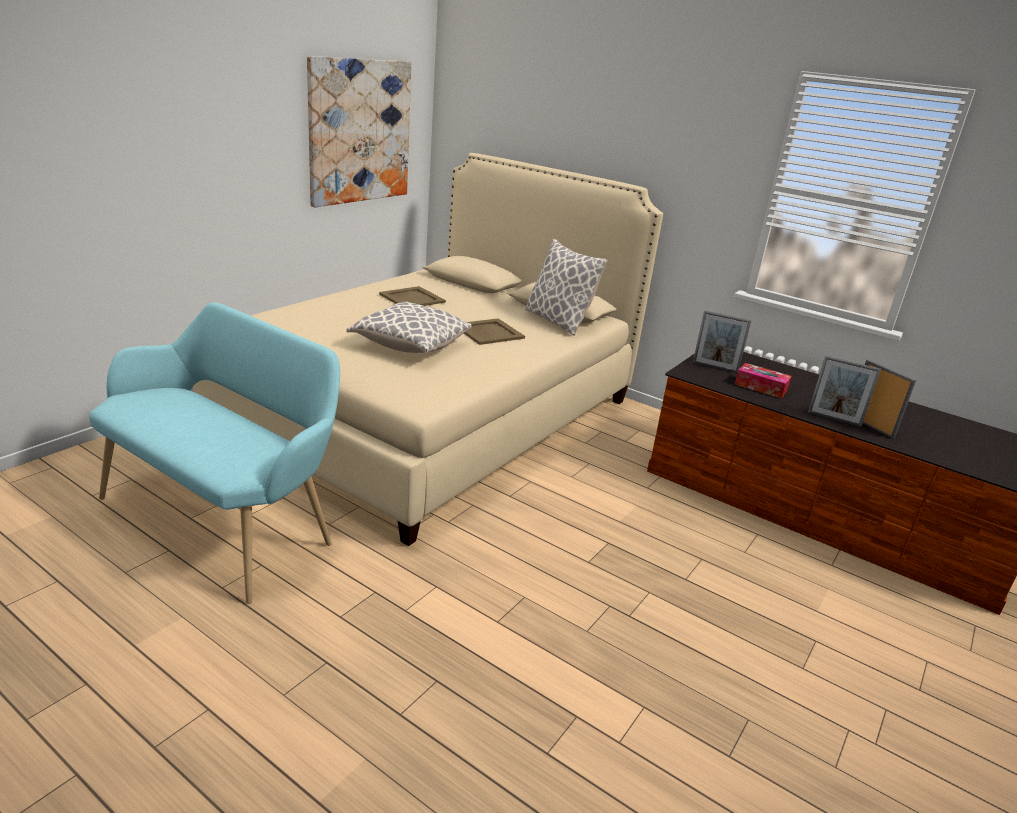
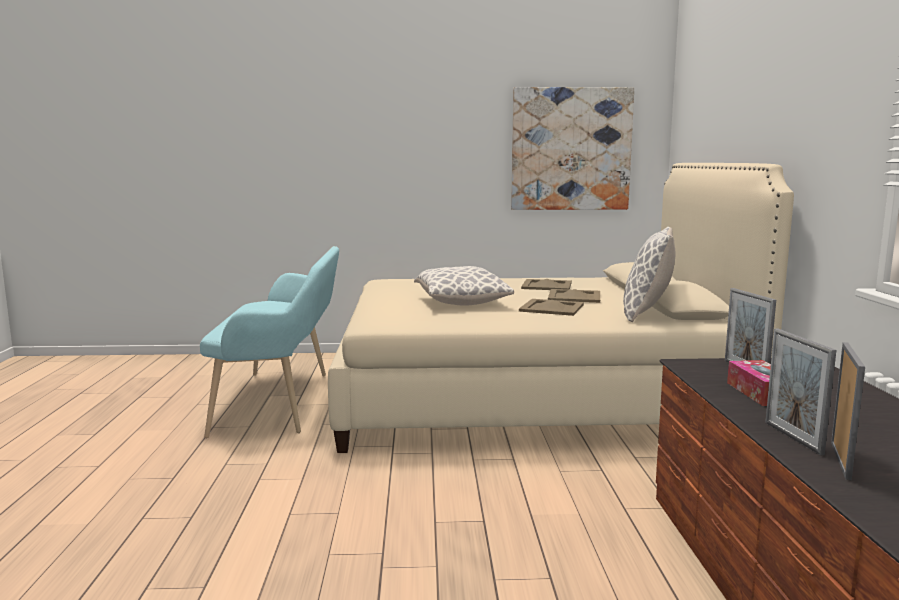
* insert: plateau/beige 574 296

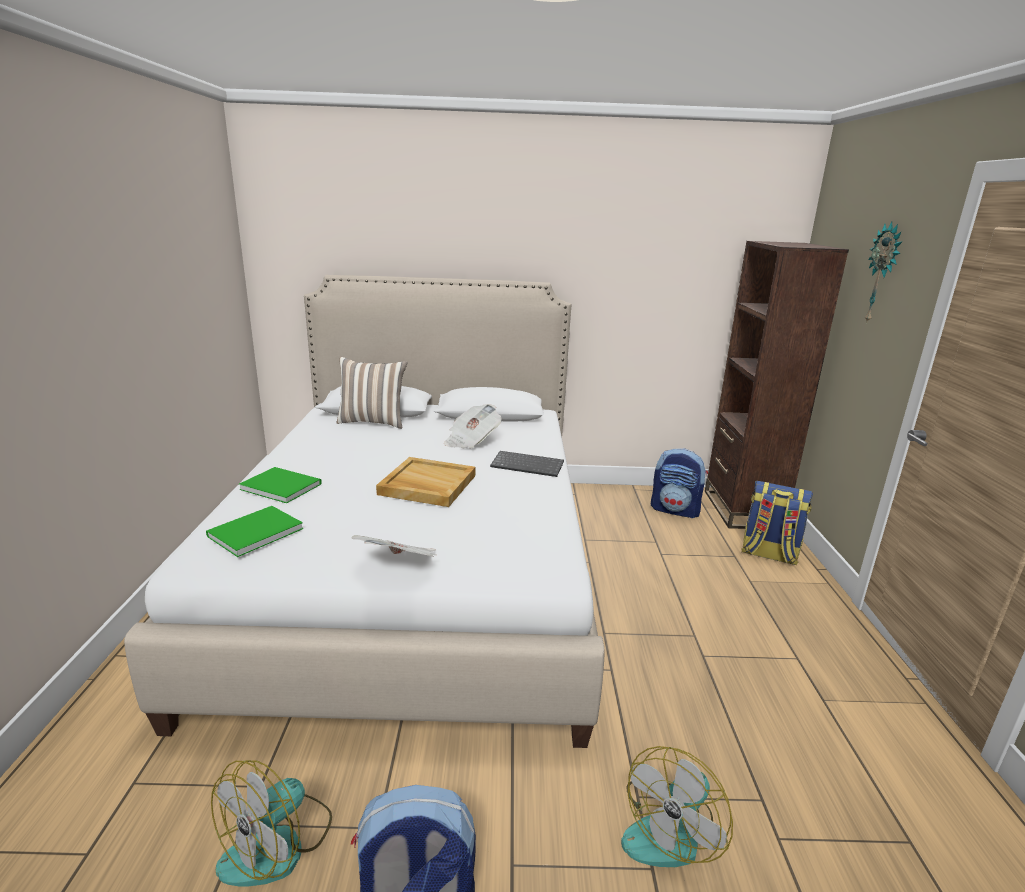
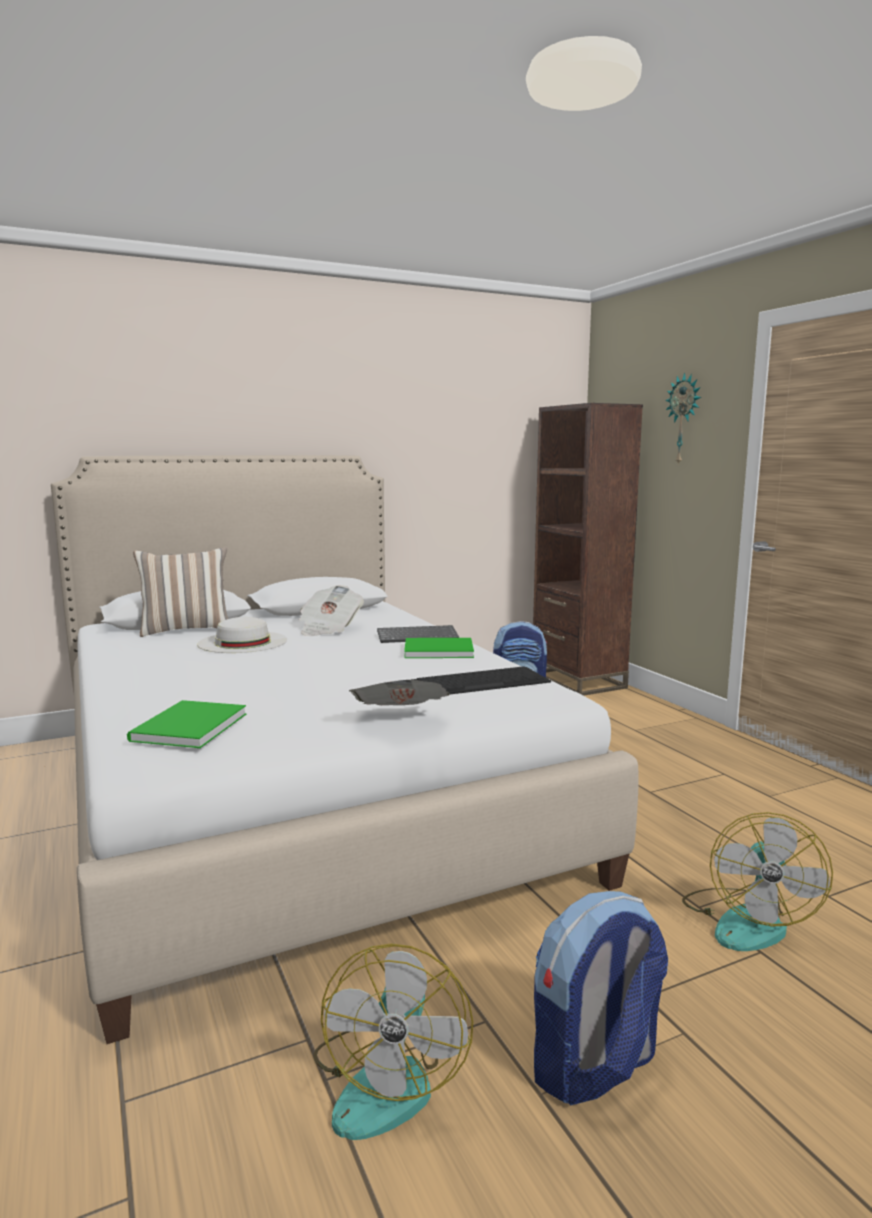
* delete: plateau/beige 426 485
* delete: sac à dos 768 554
* insert: chapeau/blanc 243 642
* insert: clavier 481 681
* move: livre/vert 280 485 to 436 650

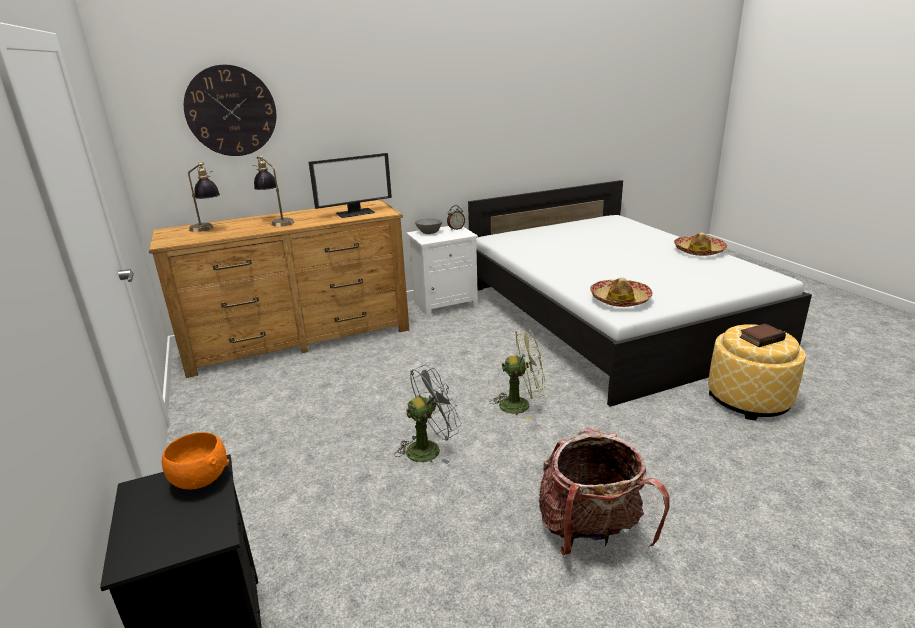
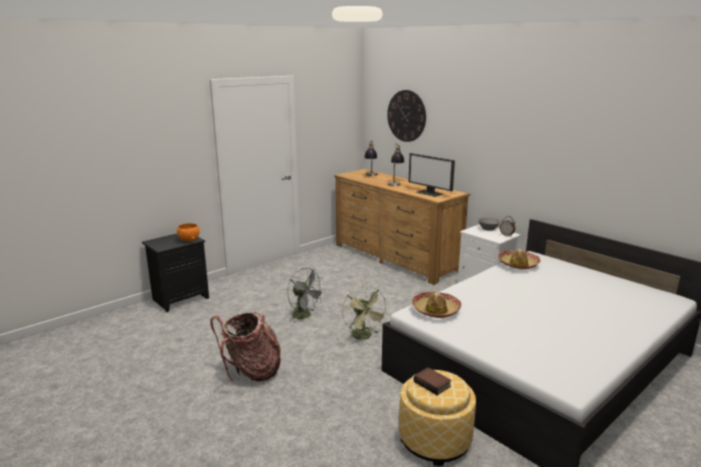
* move: chapeau 698 251 to 518 264

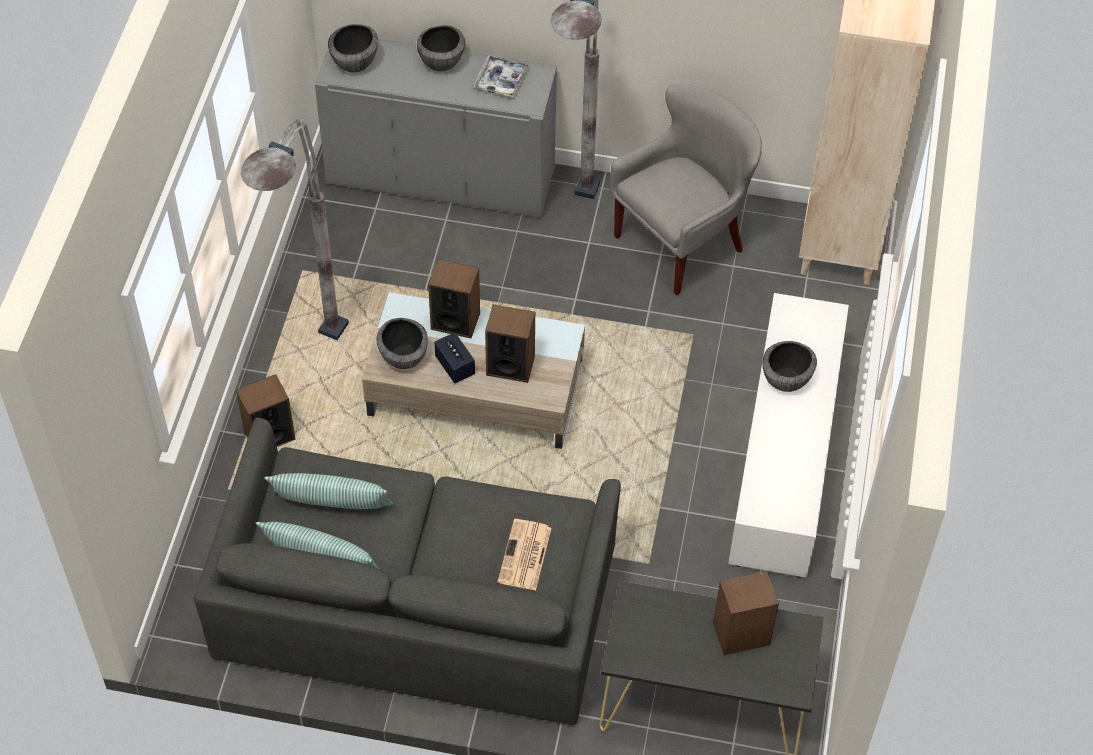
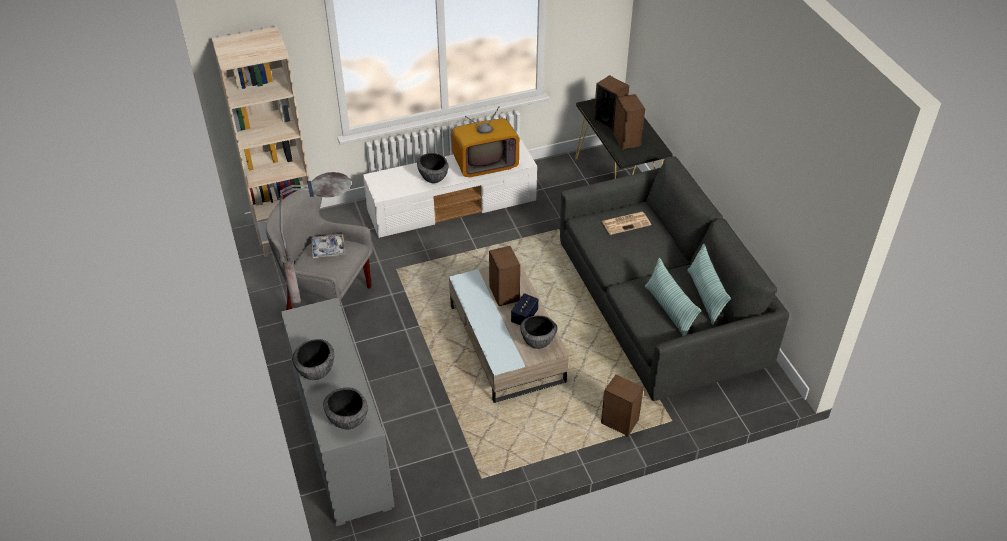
* delete: lampadaire/gris 309 364
* insert: téléviseur 485 163
* move: enceinte 455 321 to 626 140
* move: plateau 501 80 to 328 249

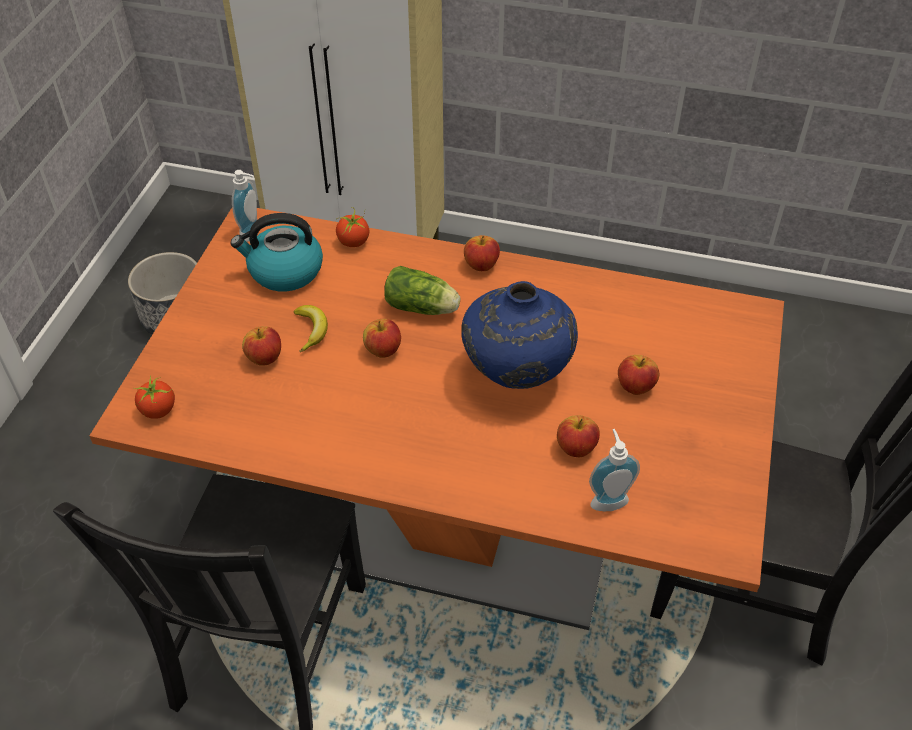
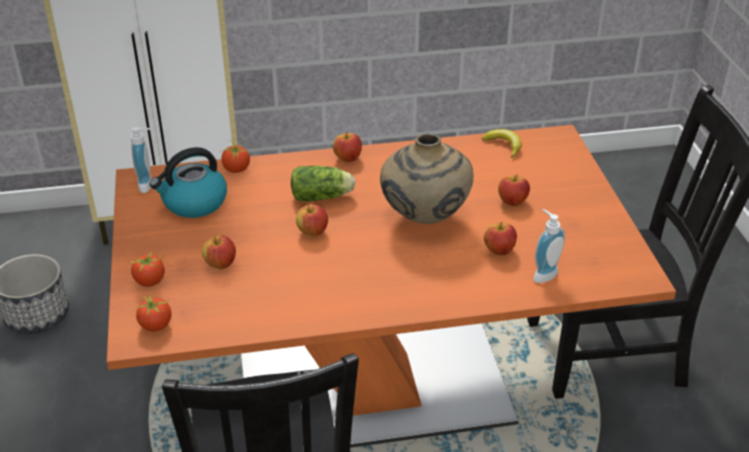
* insert: tomate 150 281
* move: banane 311 330 to 504 146
* recolor: vase/bleu 516 376 to vase/beige 424 219

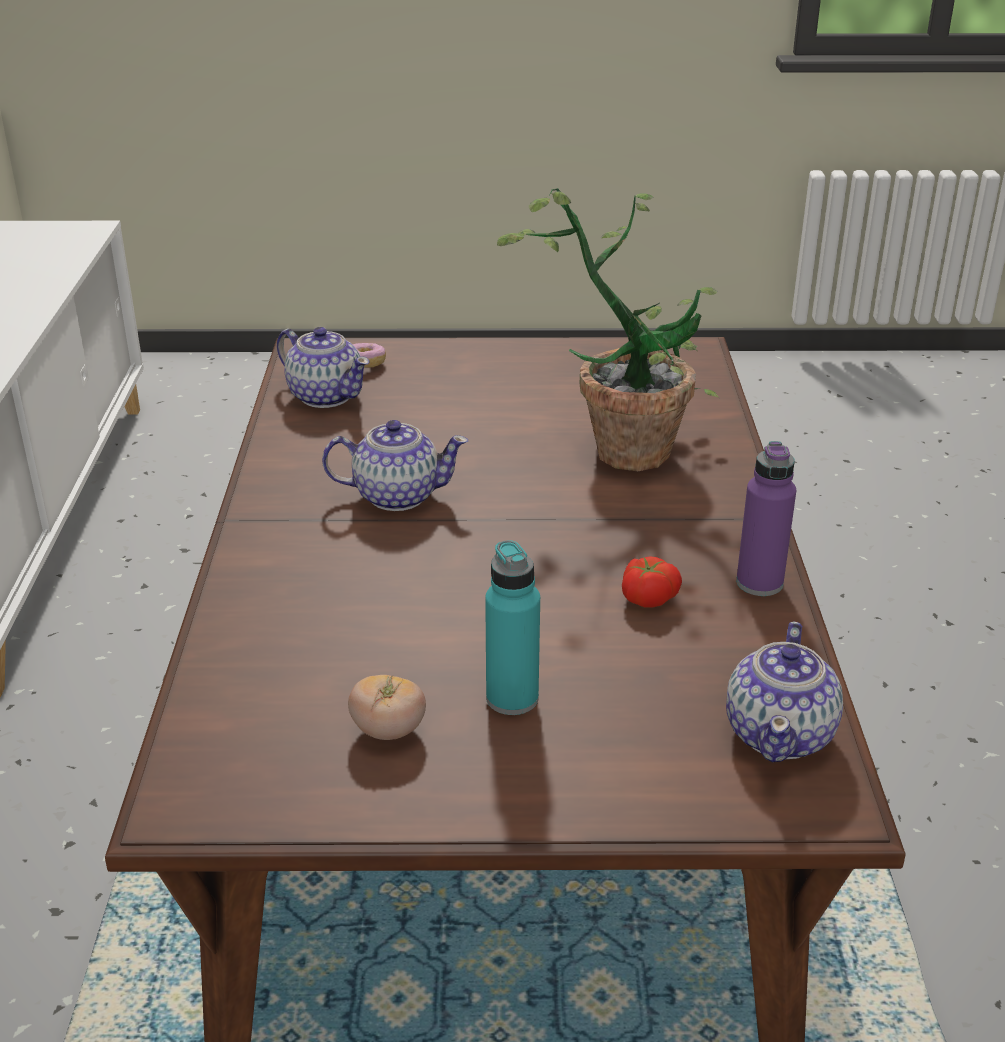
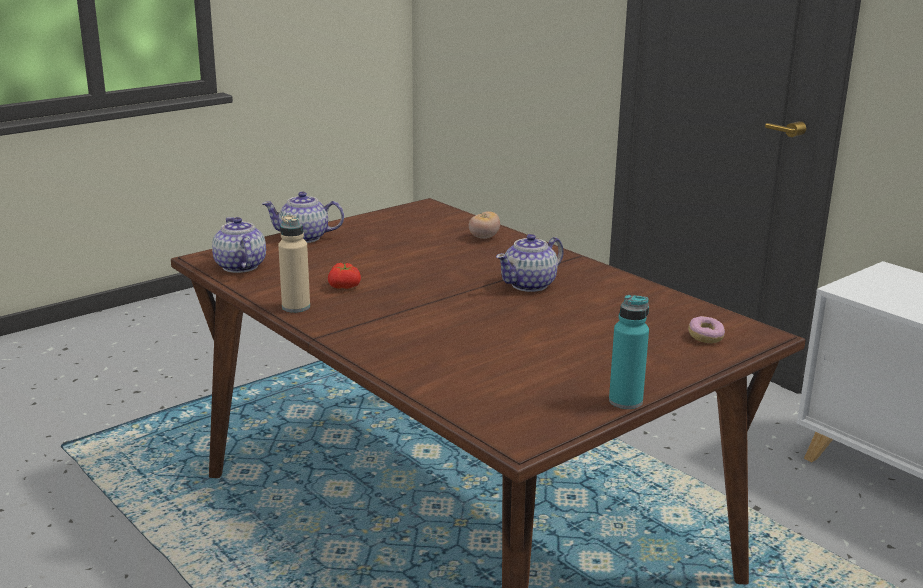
* delete: plante en pot 624 443
* move: théière 325 396 to 304 238
* move: tomate 388 730 to 484 237
* move: bouteille/turquoise 512 698 to 625 401
* recolor: bouteille/violet 759 583 to bouteille/beige 296 307

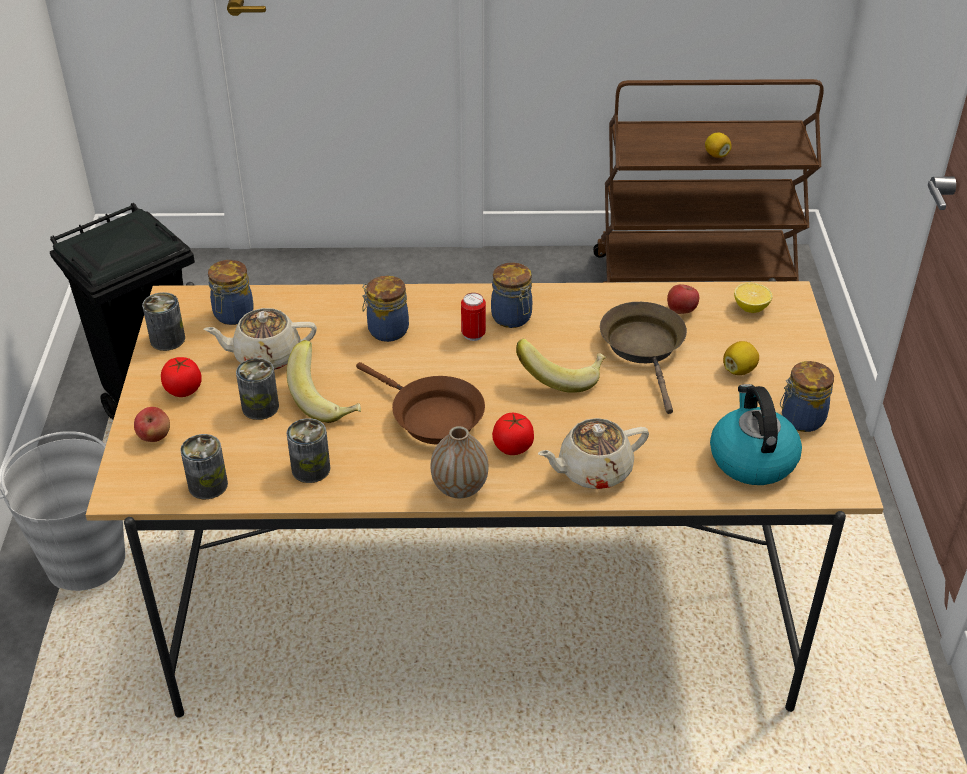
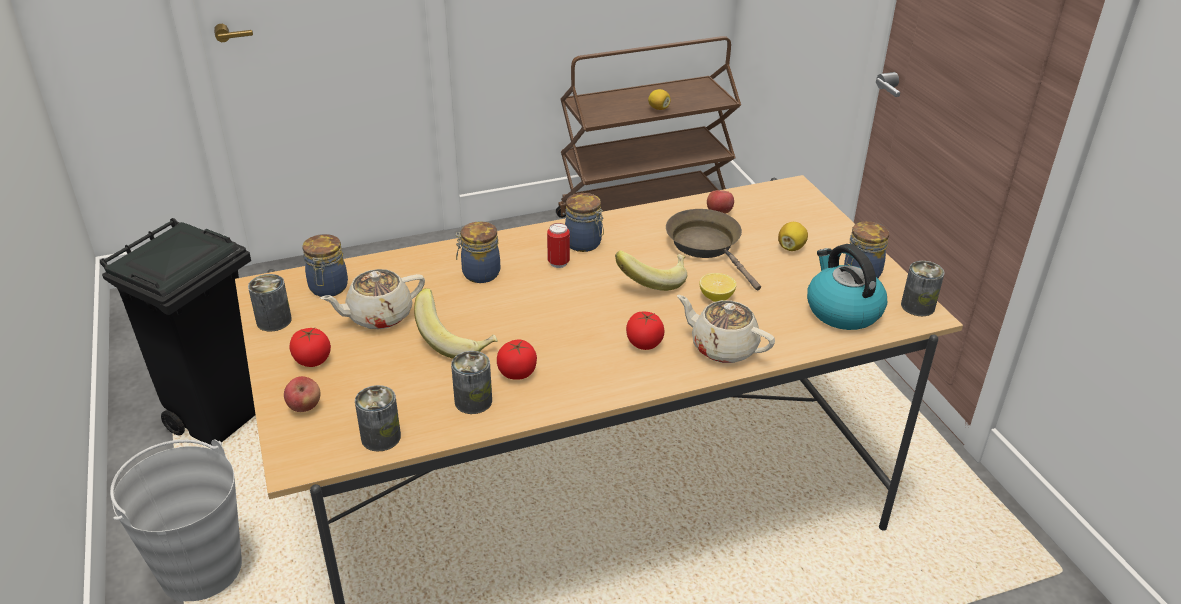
* delete: poêle/marron 431 417
* delete: vase 459 488
* insert: tomate 517 372
* move: boîte métallique 260 407 to 917 306
* move: citron 750 307 to 716 297
* rotate: théière/beige 593 471 = 722 347 75 degrees clockwise

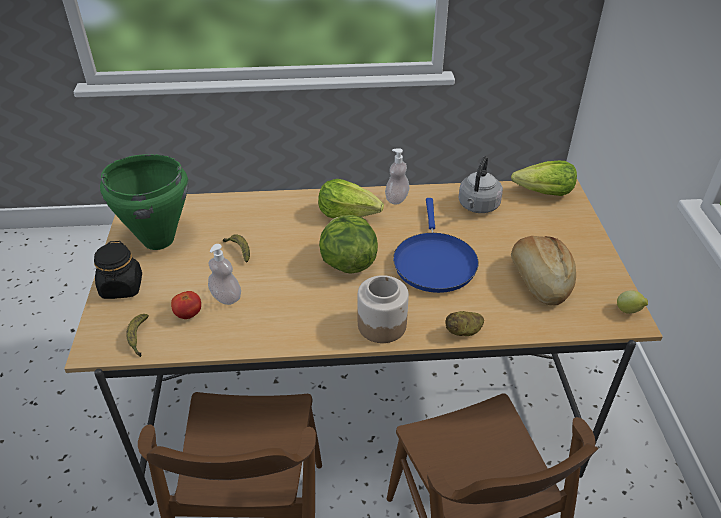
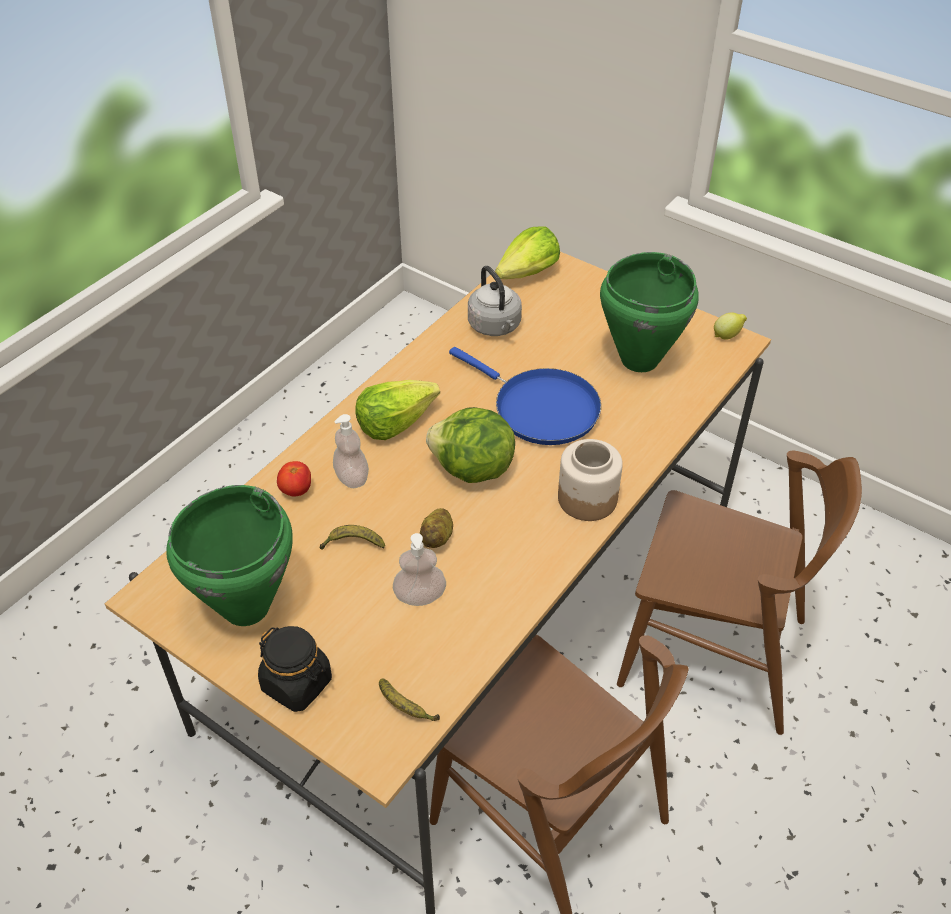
* move: tomate 188 314 to 296 490
* move: distributeur de savon 396 199 to 352 478
* move: pomme de terre 464 331 to 438 537
* replace: pain 538 281 to marmite/vert 638 360

